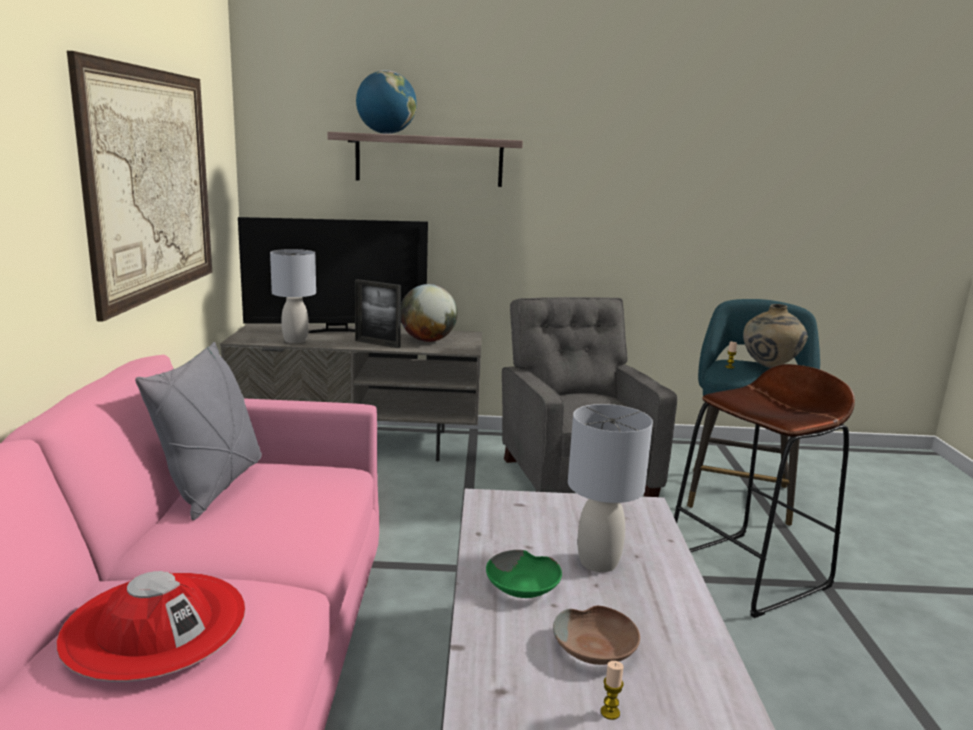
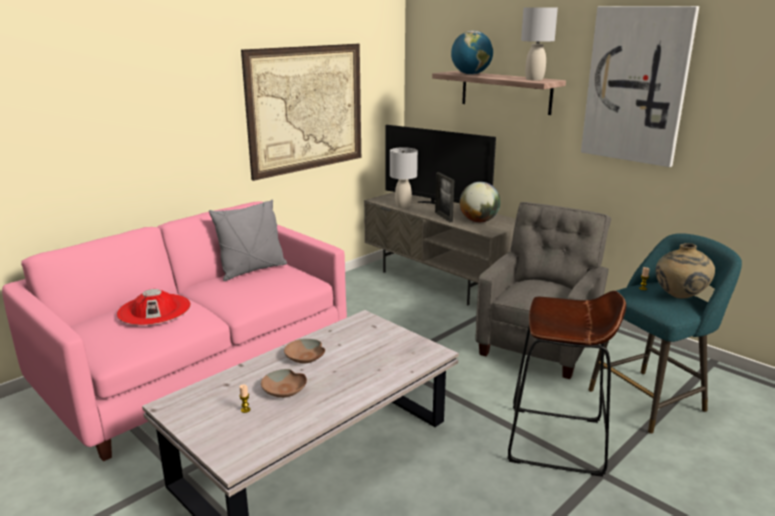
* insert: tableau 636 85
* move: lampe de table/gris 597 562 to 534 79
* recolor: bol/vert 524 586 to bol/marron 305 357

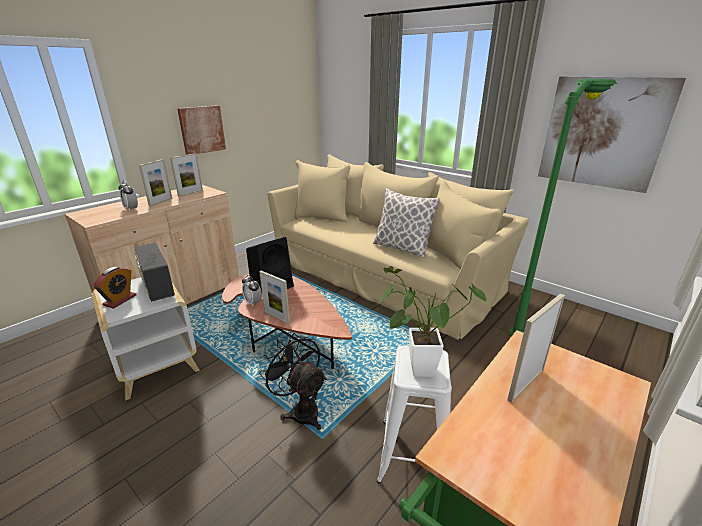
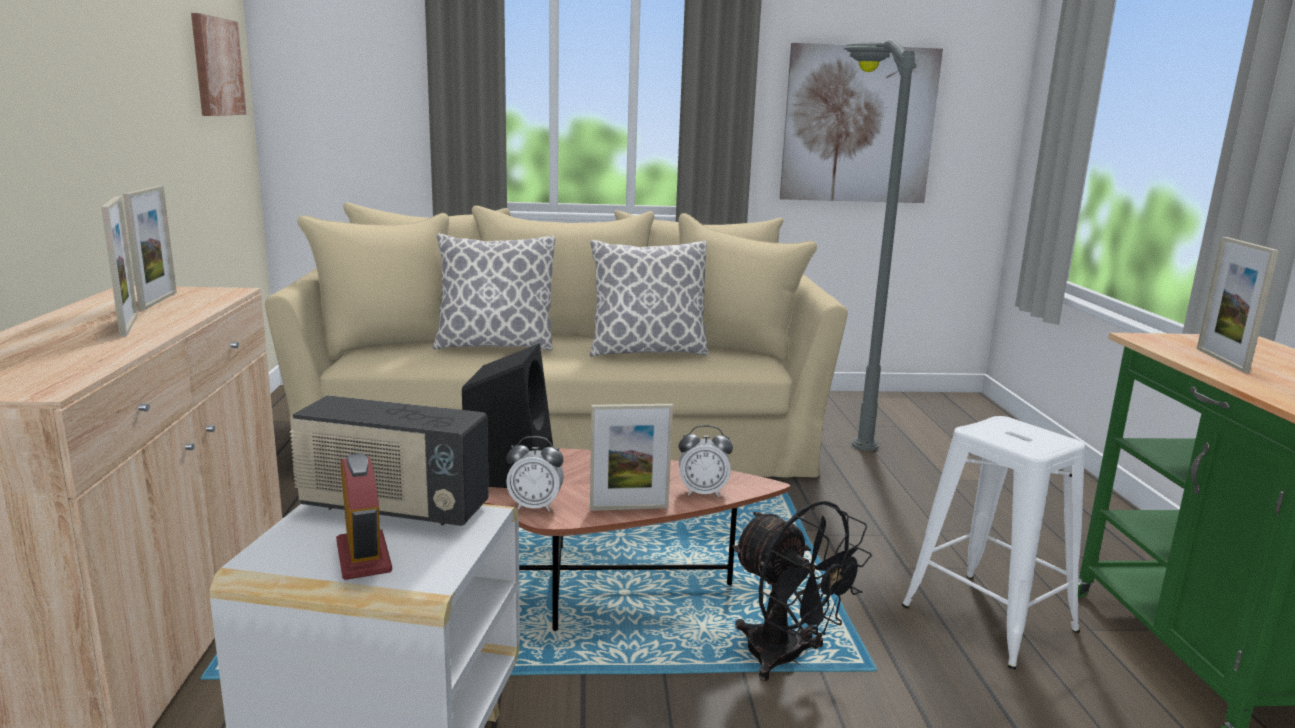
* delete: plante en pot 415 369
* insert: coussin 495 346
* move: réveil 131 209 to 703 492
* move: tableau 202 129 to 216 66
* recolor: lampadaire/vert 532 314 to lampadaire/gris 842 418
* rotate: ventilateur/noir 300 410 = 786 658 135 degrees counterclockwise

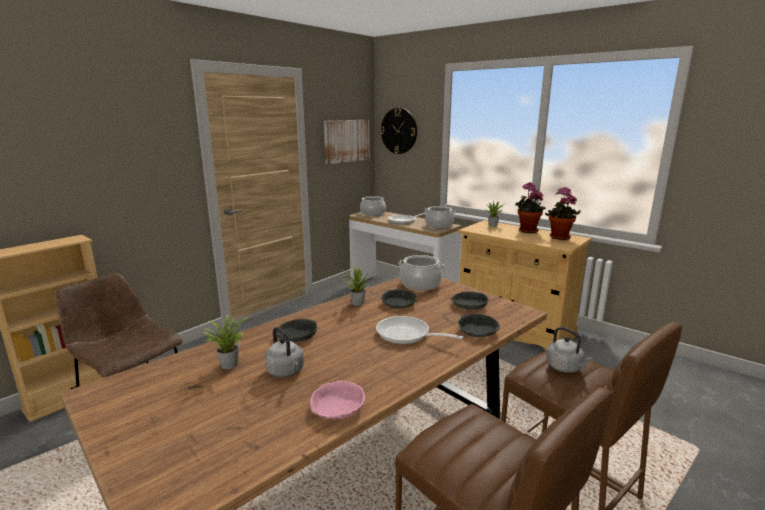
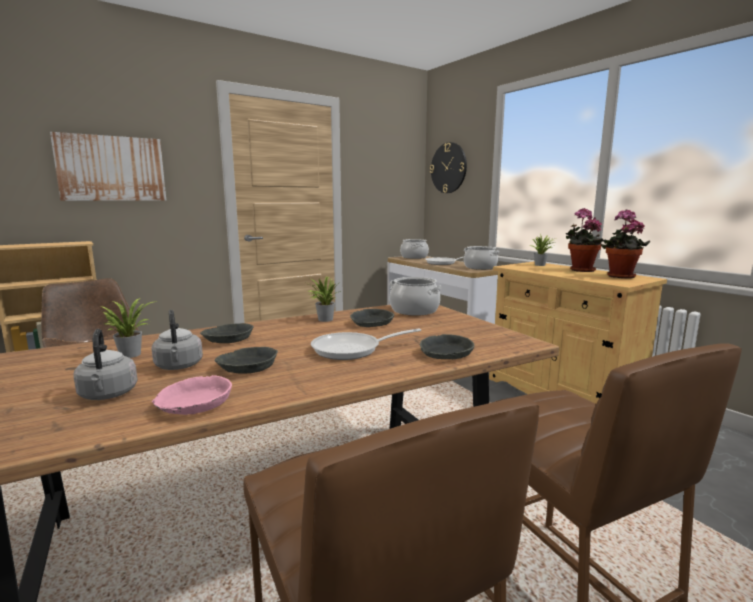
* move: tableau 346 141 to 112 168
* move: bol/gris 468 305 to 247 367
* move: bouilloire/gris 565 368 to 108 395
* rotate: poêle 407 335 = 352 350 60 degrees counterclockwise

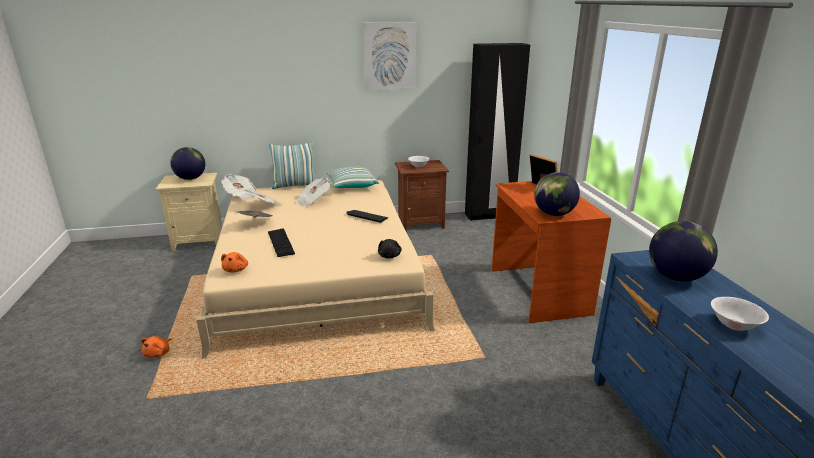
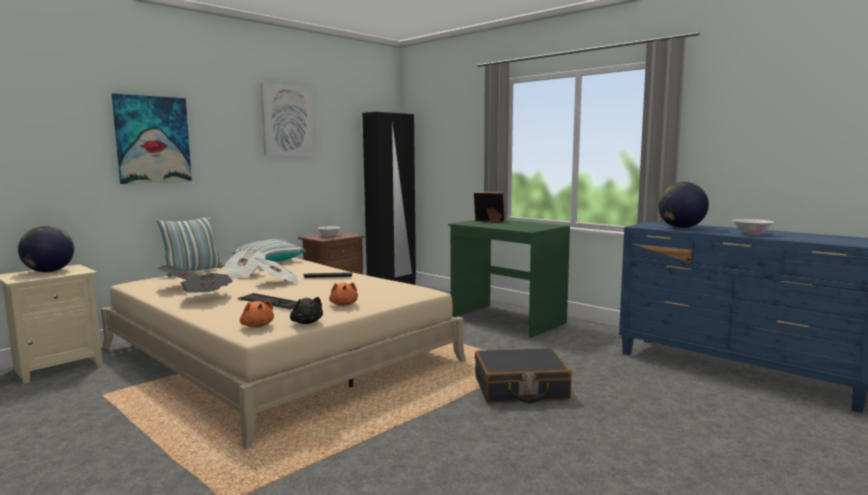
* delete: globe 553 214
* insert: tableau 152 139
* insert: valise/noir 520 389
* move: peluche/orange 158 353 to 344 304
* move: journal 241 196 to 278 282
* move: peluche/noir 389 256 to 306 322
* recolor: bureau/marron 537 291 to bureau/vert 506 320

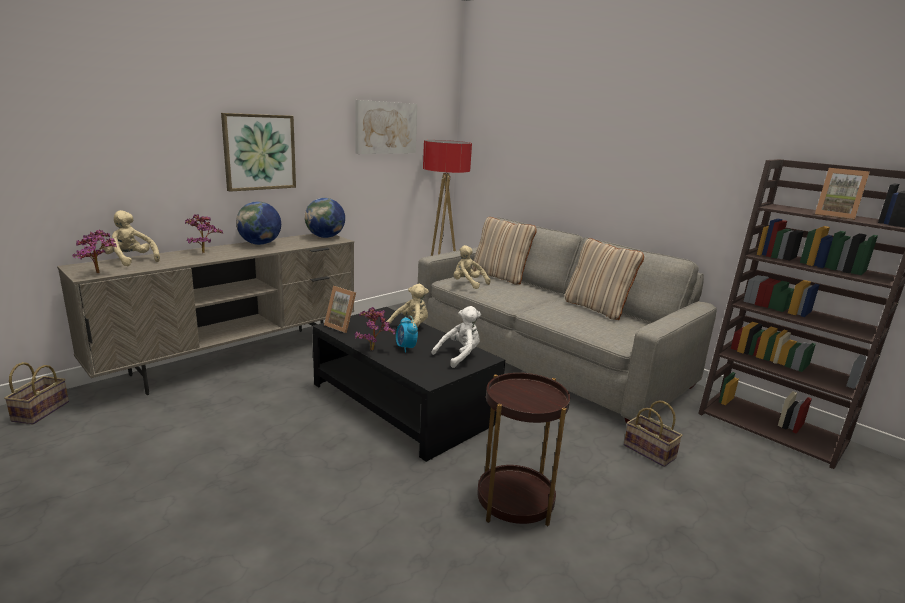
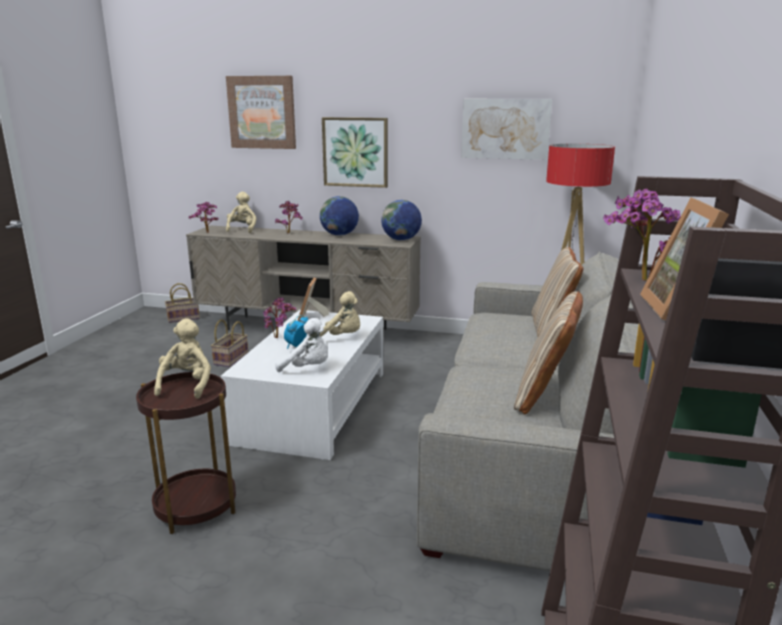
* insert: tableau 262 112
* insert: plante en pot 637 280
* move: peluche/beige 468 284 to 187 384
* move: panier 651 452 to 231 360
* recolor: table basse/noir 402 403 to table basse/blanc 314 406

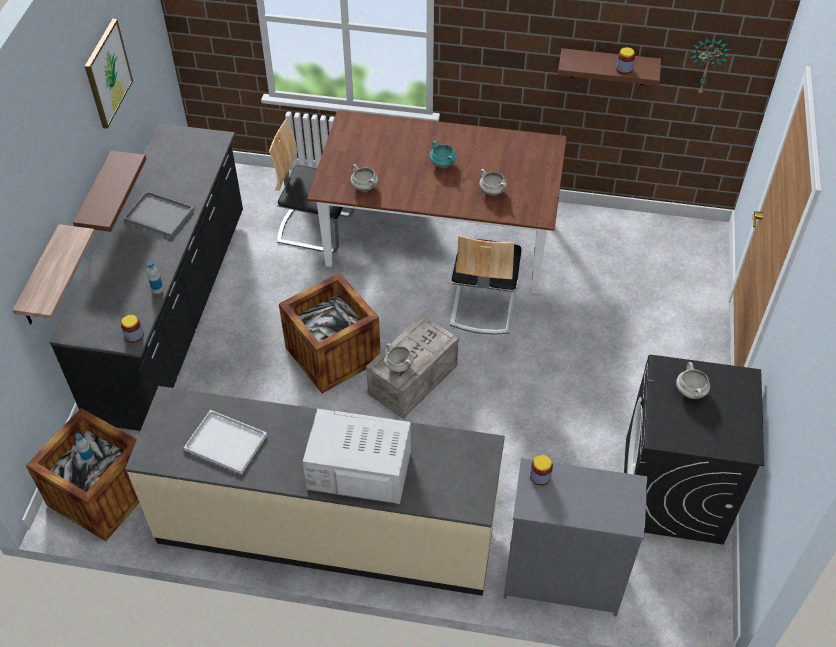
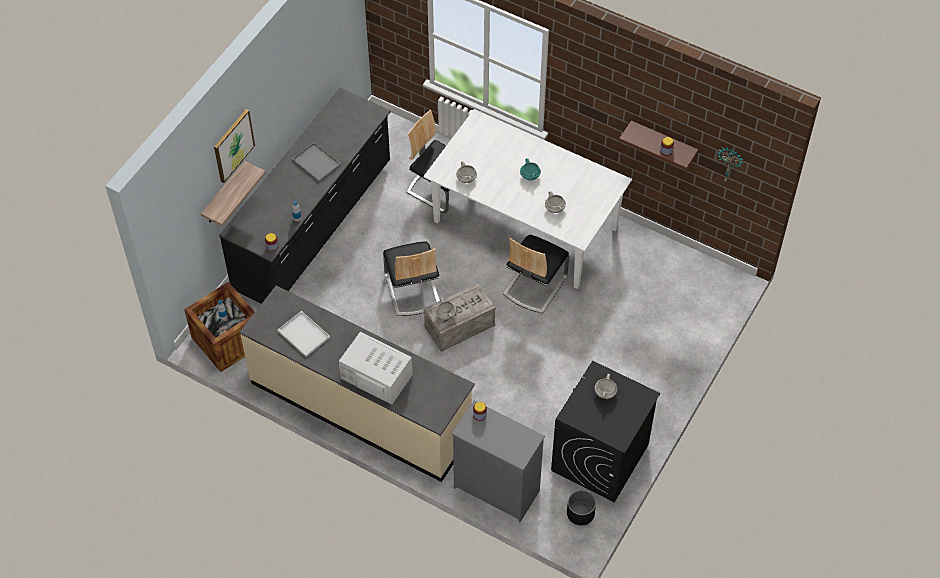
* delete: étagère/marron 96 198
* insert: cache-pot/noir 580 513
* move: tableau 107 73 to 233 145
* replace: caisse 333 354 to chaise 412 291
* recolor: table à manger/marron 439 239 to table à manger/blanc 526 224

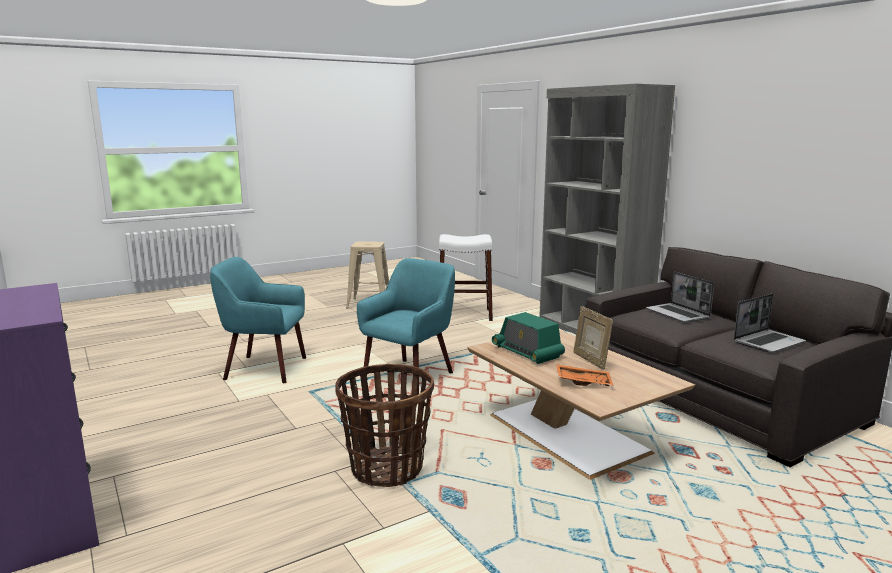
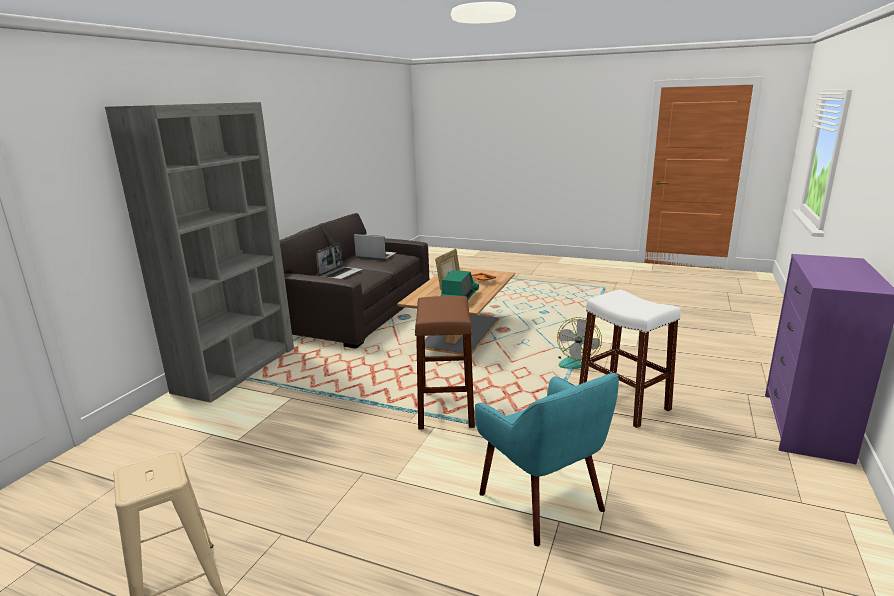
* move: tabouret/blanc 464 315 to 623 403
* replace: panier 386 468 to ventilateur 574 361
* replace: fauteuil/turquoise 410 376 to tabouret/marron 445 408

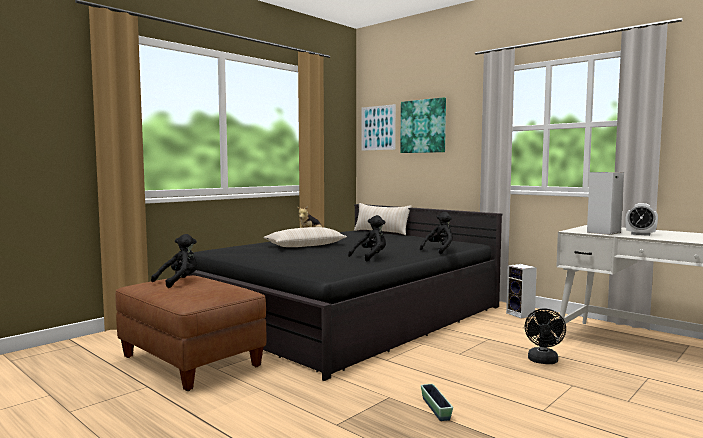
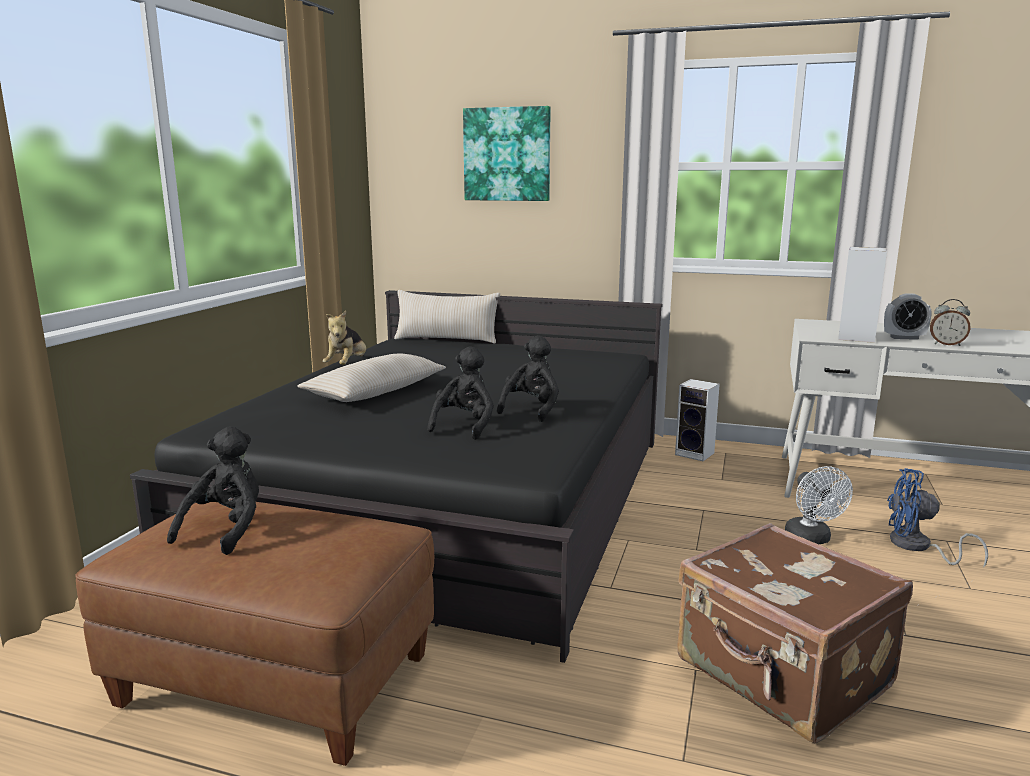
* delete: tableau 378 128
* insert: ventilateur/bleu 917 547
* insert: réveil 946 344
* move: peluche/noir 439 250 to 464 426
* replace: cache-pot 435 409 to valise/marron 782 675
* recolor: ventilateur/noir 543 361 to ventilateur/blanc 811 539

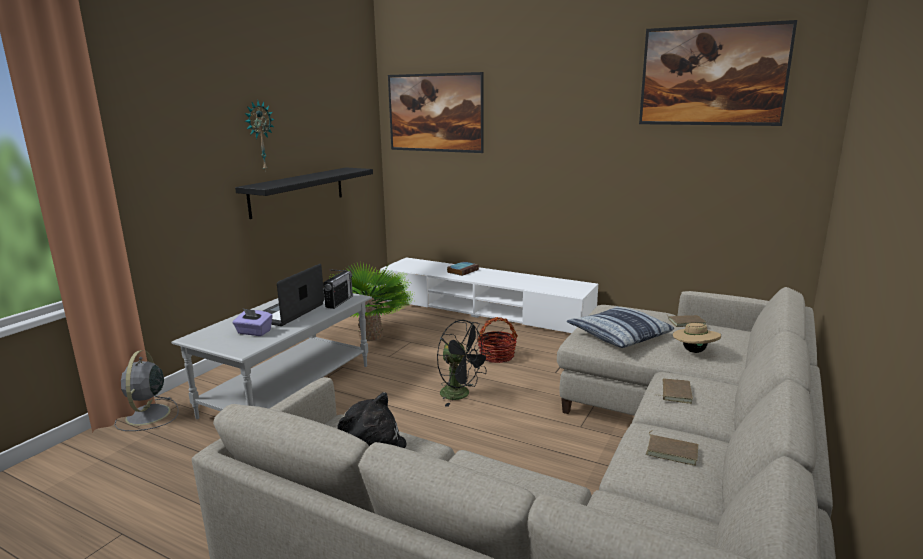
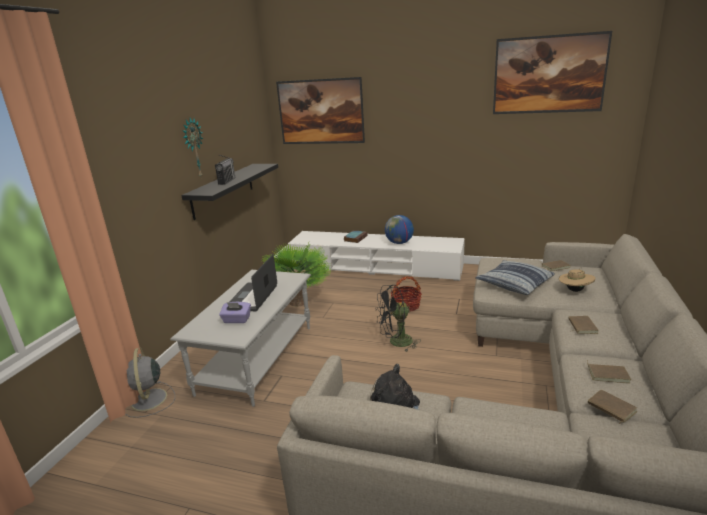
* insert: globe 399 243
* insert: livre/marron 610 408
* move: radio 339 302 to 227 181
* rotate: ventilateur/noir 461 395 = 396 342 135 degrees clockwise

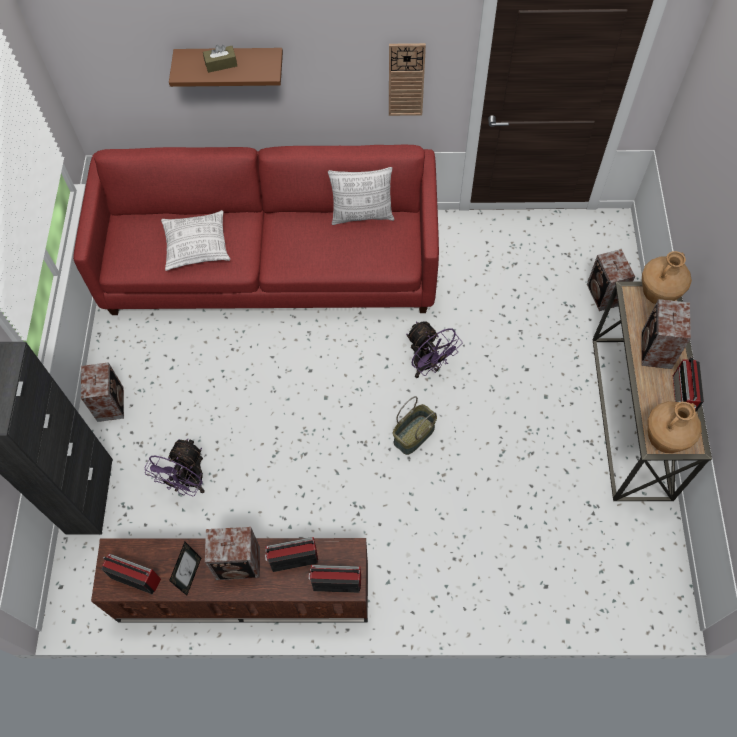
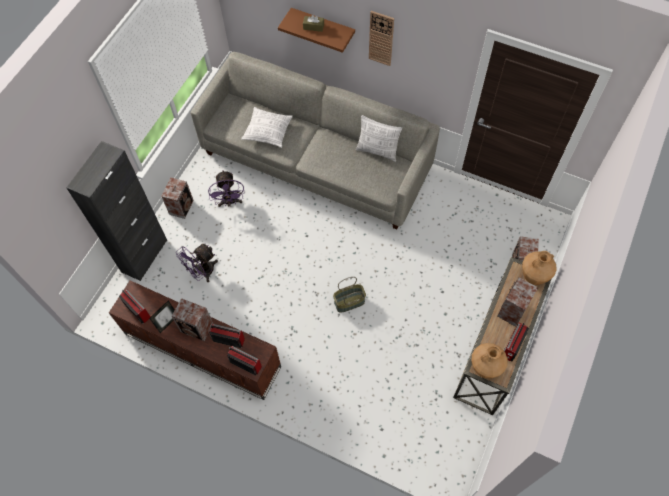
* move: horloge murale 406 80 to 381 38
* move: ventilateur/violet 428 366 to 230 202
* recolor: canapé/rouge 271 264 to canapé/gris 316 160

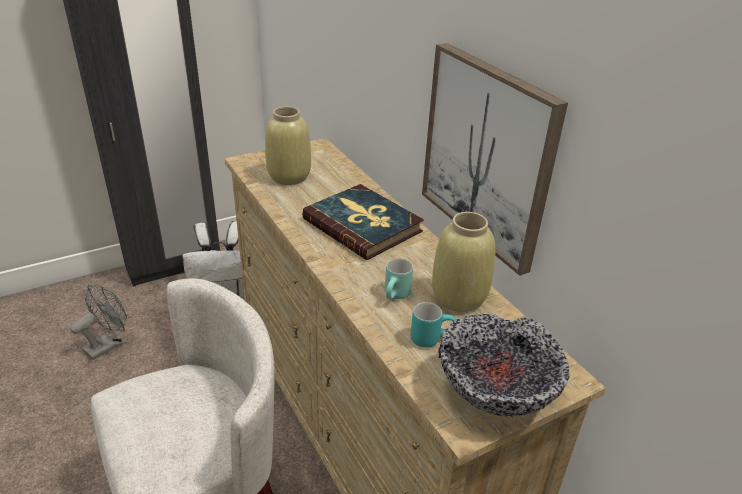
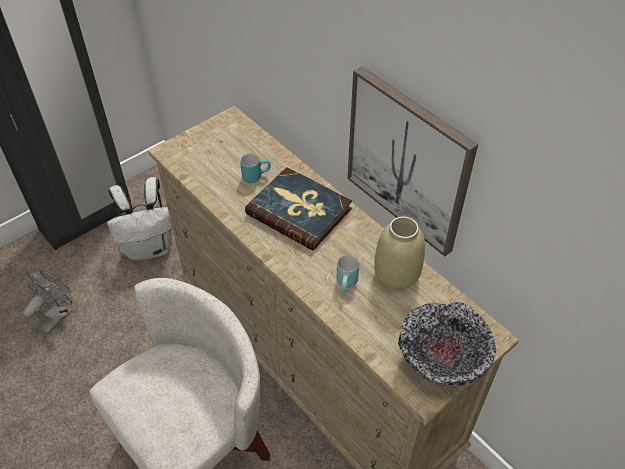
* delete: vase/beige 288 177
* move: mug/turquoise 431 337 to 255 175

